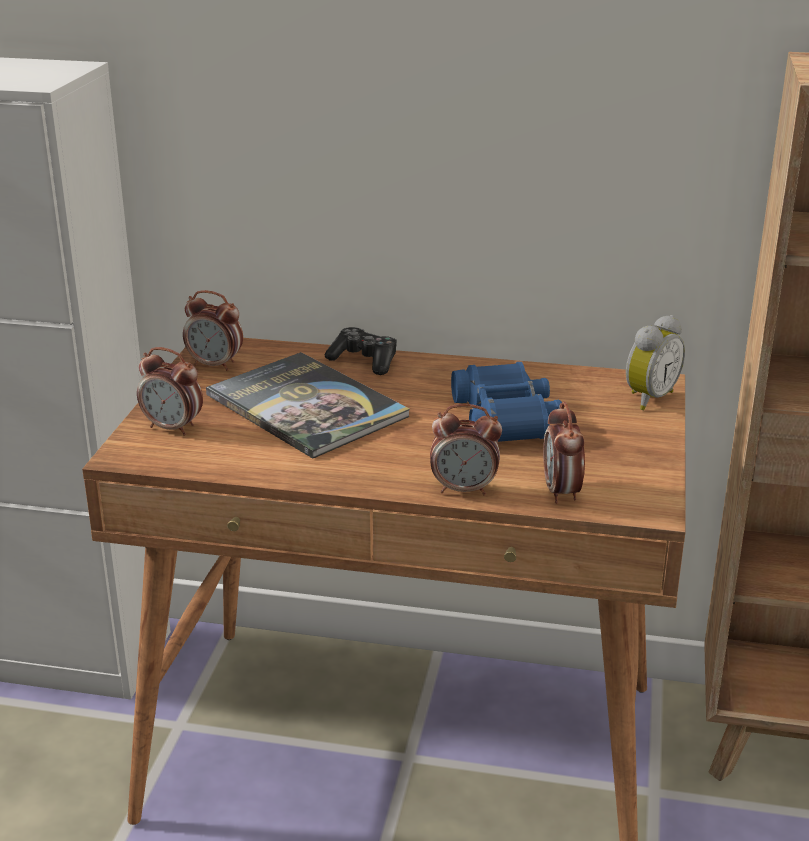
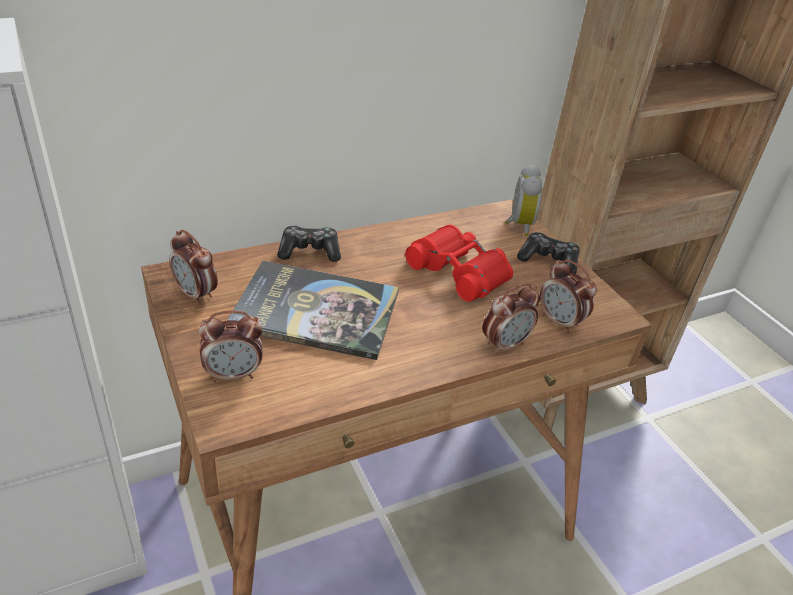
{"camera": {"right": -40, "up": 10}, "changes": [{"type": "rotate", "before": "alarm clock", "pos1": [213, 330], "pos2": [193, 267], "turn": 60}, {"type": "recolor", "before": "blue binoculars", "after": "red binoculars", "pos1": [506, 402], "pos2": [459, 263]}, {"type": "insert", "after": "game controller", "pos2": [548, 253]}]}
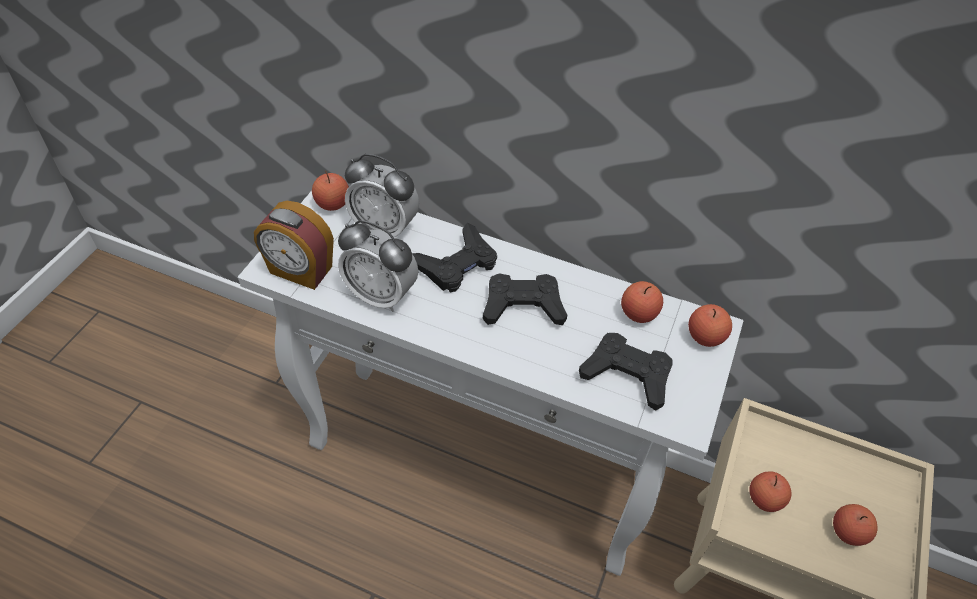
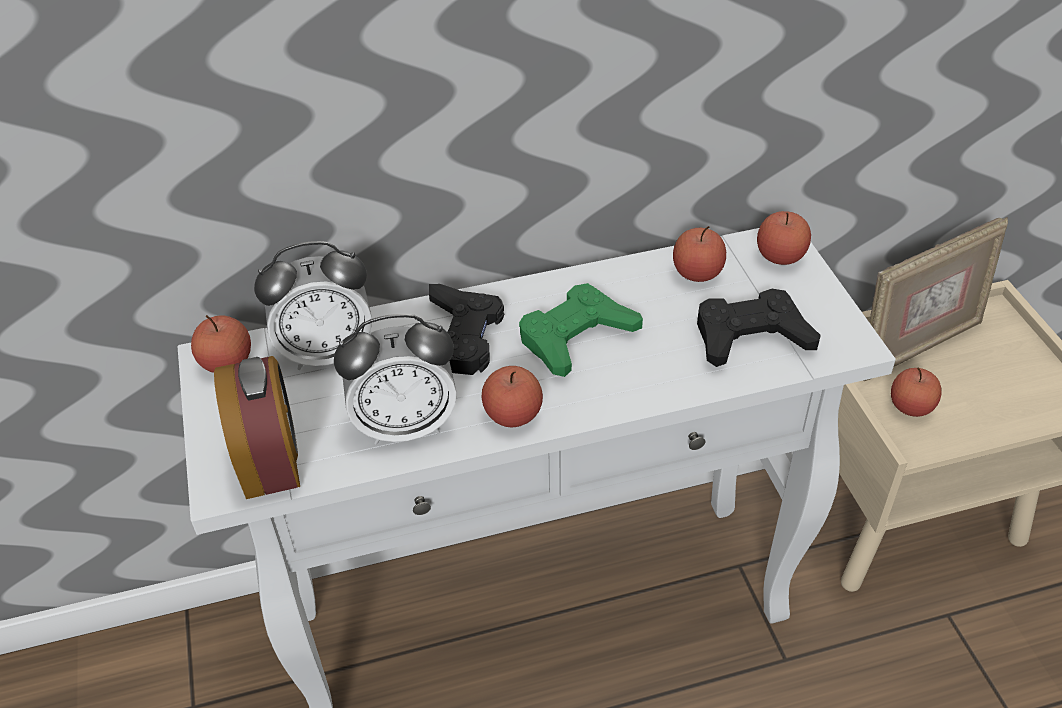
{"camera": {"right": -35, "up": -5}, "changes": [{"type": "rotate", "before": "alarm clock", "pos1": [294, 245], "pos2": [257, 427], "turn": -90}, {"type": "move", "before": "apple", "pos1": [855, 525], "pos2": [512, 396]}, {"type": "recolor", "before": "black game controller", "after": "green game controller", "pos1": [525, 299], "pos2": [581, 330]}, {"type": "insert", "after": "picture frame", "pos2": [936, 299]}]}
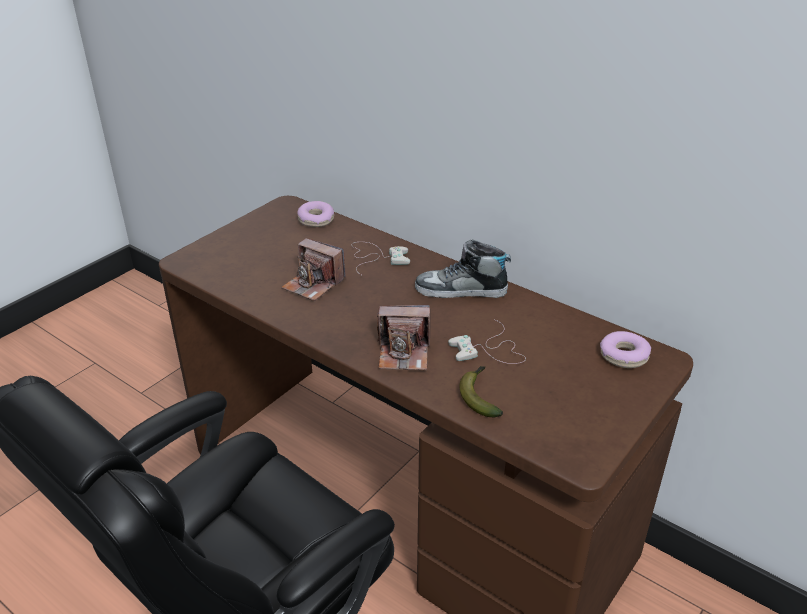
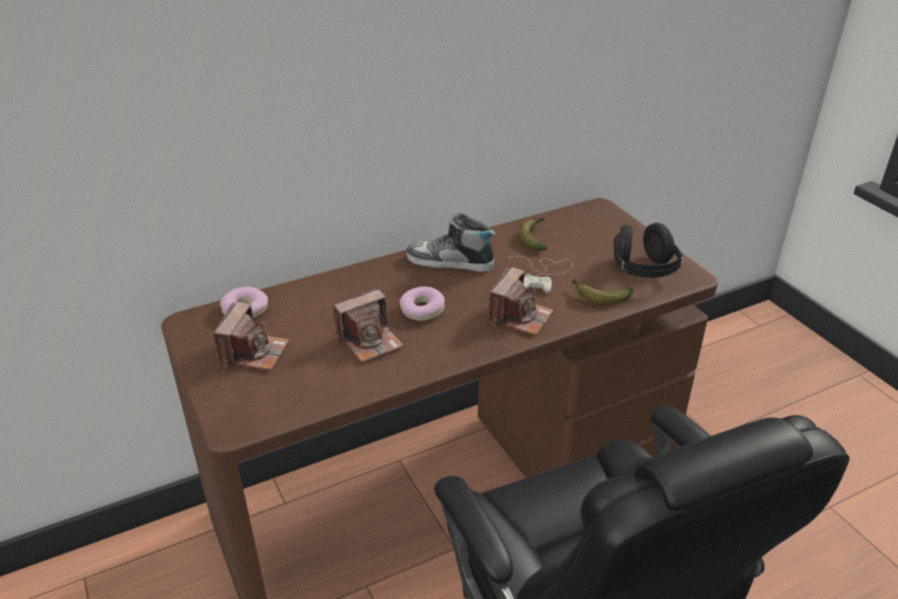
{"camera": {"right": -65, "up": 0}, "changes": [{"type": "insert", "after": "photo camera", "pos2": [251, 336]}, {"type": "move", "before": "donut", "pos1": [625, 349], "pos2": [422, 303]}, {"type": "rotate", "before": "shoe", "pos1": [463, 269], "pos2": [451, 242], "turn": 75}, {"type": "insert", "after": "banana", "pos2": [533, 234]}, {"type": "insert", "after": "black headphones", "pos2": [649, 250]}, {"type": "delete", "before": "white game controller", "pos1": [381, 258]}]}
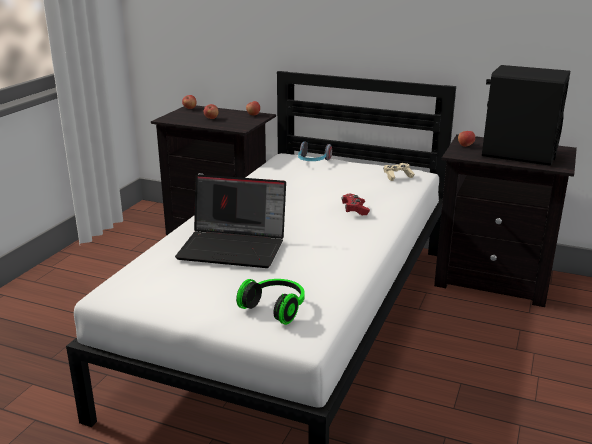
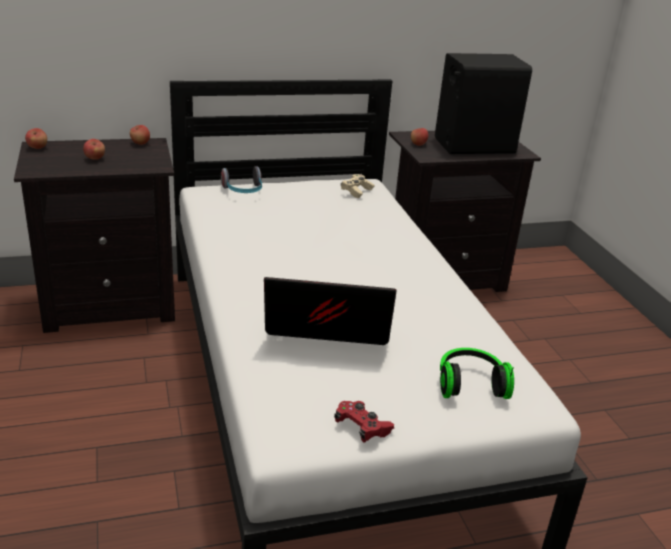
{"camera": {"right": -40, "up": 5}, "changes": [{"type": "rotate", "before": "laptop", "pos1": [230, 221], "pos2": [330, 311], "turn": -150}, {"type": "move", "before": "red game controller", "pos1": [355, 204], "pos2": [364, 422]}]}
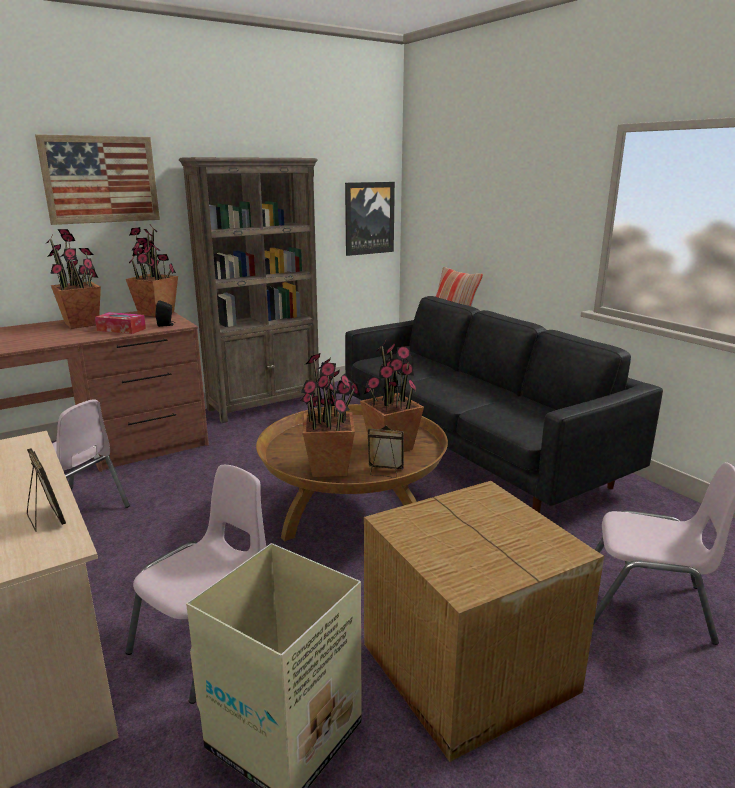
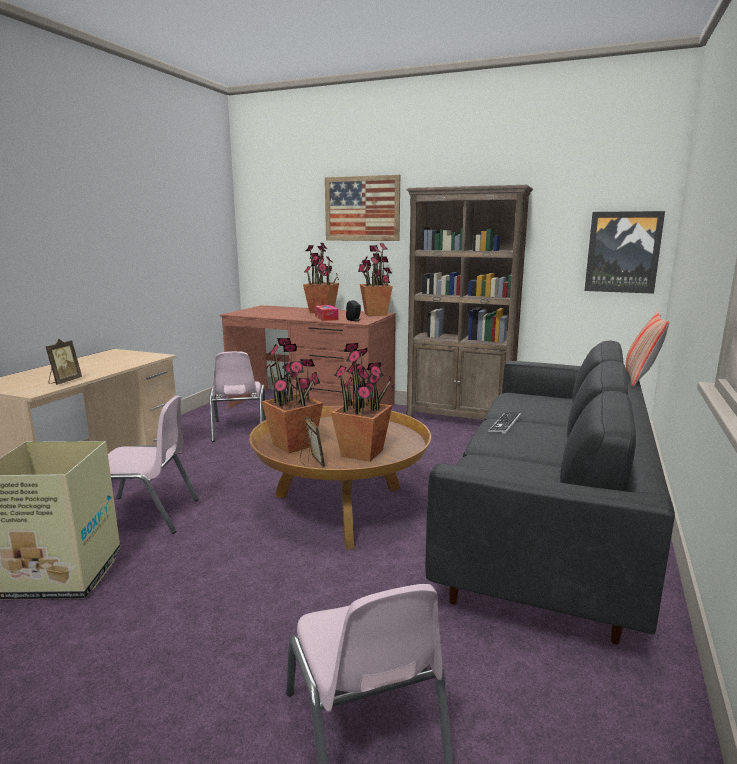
{"camera": {"right": 55, "up": -5}, "changes": [{"type": "insert", "after": "keyboard", "pos2": [504, 423]}, {"type": "delete", "before": "cardboard box", "pos1": [484, 621]}]}
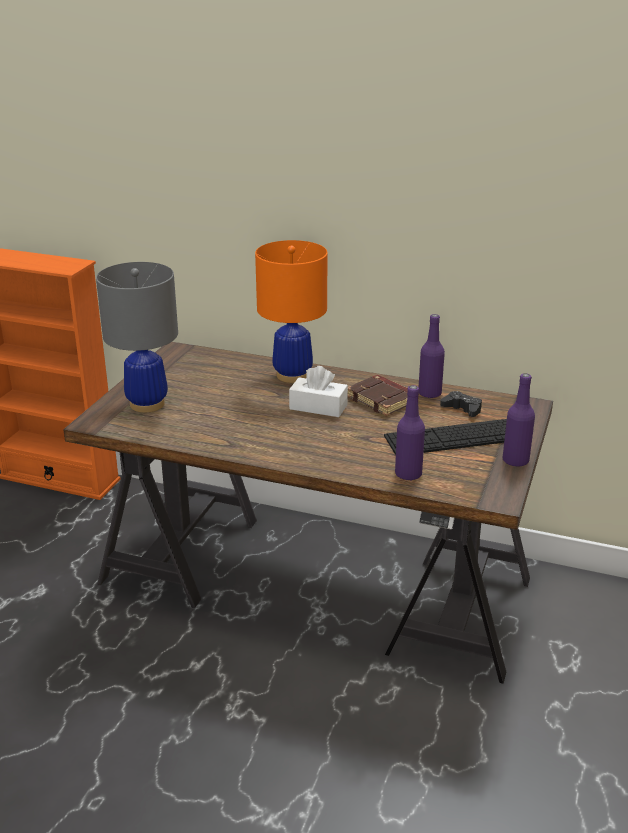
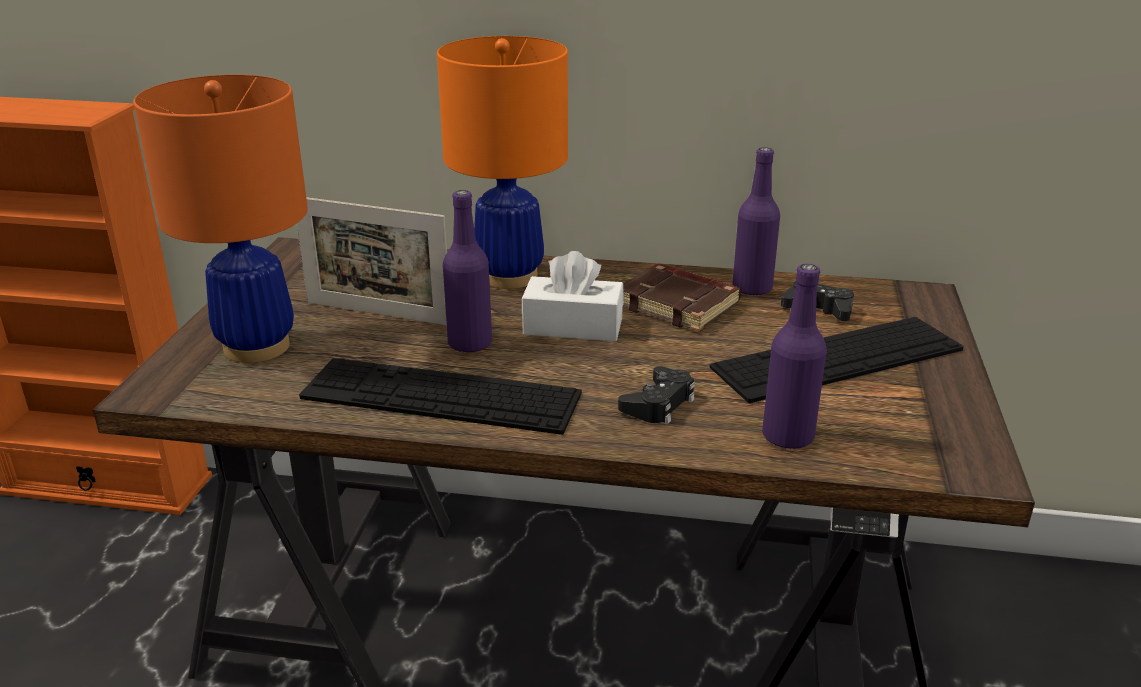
{"camera": {"right": -10, "up": 0}, "changes": [{"type": "recolor", "before": "grey table lamp", "after": "orange table lamp", "pos1": [137, 337], "pos2": [220, 219]}, {"type": "insert", "after": "picture frame", "pos2": [372, 261]}, {"type": "insert", "after": "keyboard", "pos2": [440, 396]}, {"type": "move", "before": "purple bottle", "pos1": [518, 420], "pos2": [467, 271]}, {"type": "insert", "after": "black game controller", "pos2": [656, 395]}]}
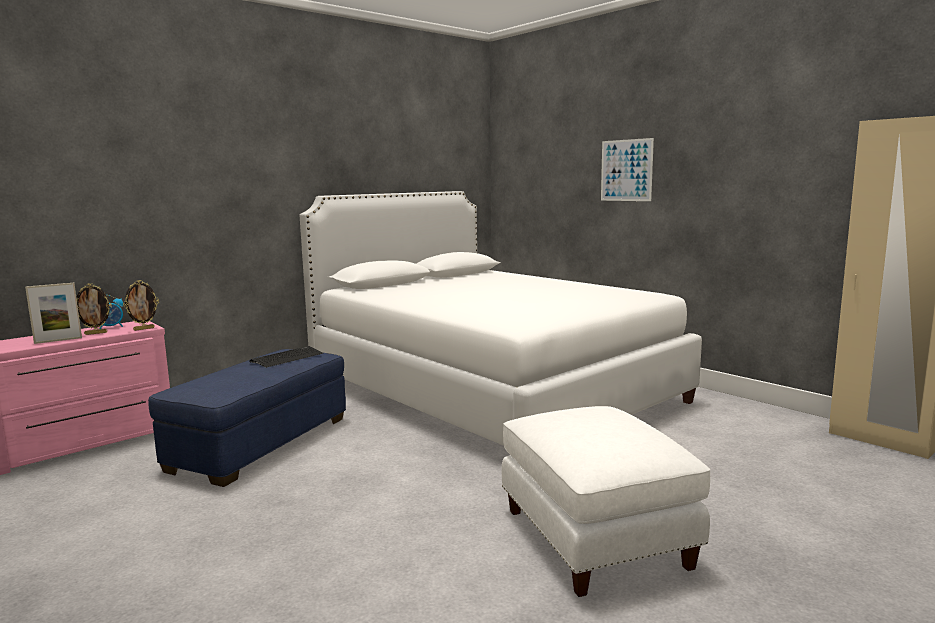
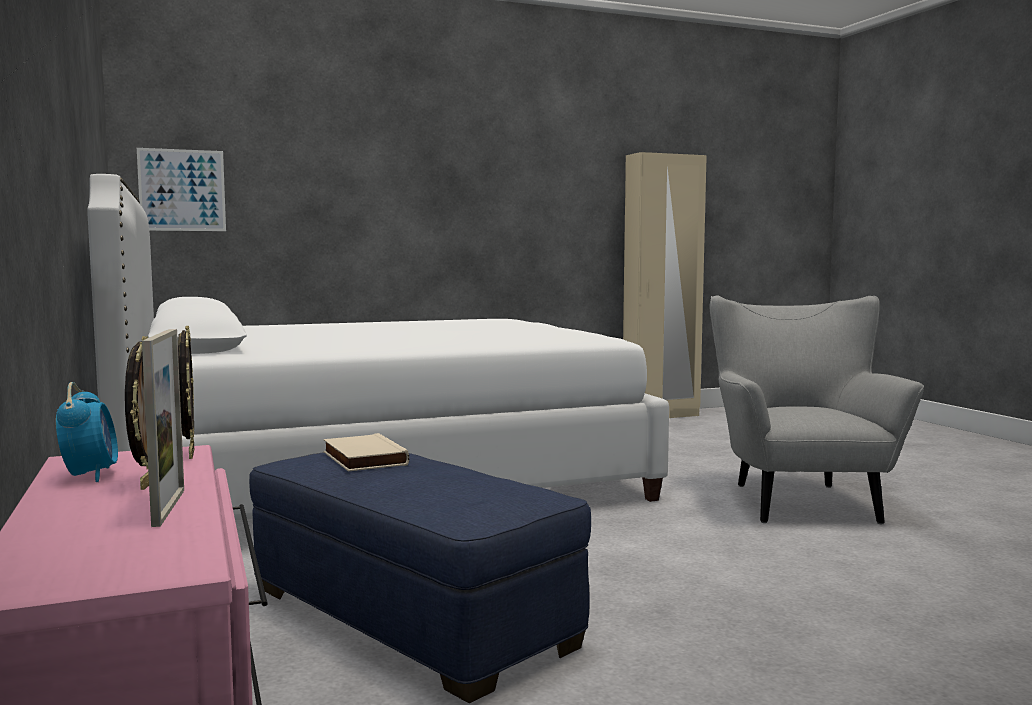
{"camera": {"right": -70, "up": -5}, "changes": [{"type": "move", "before": "picture", "pos1": [627, 169], "pos2": [181, 189]}, {"type": "replace", "before": "keyboard", "after": "beige book", "pos1": [286, 357], "pos2": [366, 452]}, {"type": "replace", "before": "white ottoman", "after": "grey armchair", "pos1": [606, 501], "pos2": [816, 409]}]}
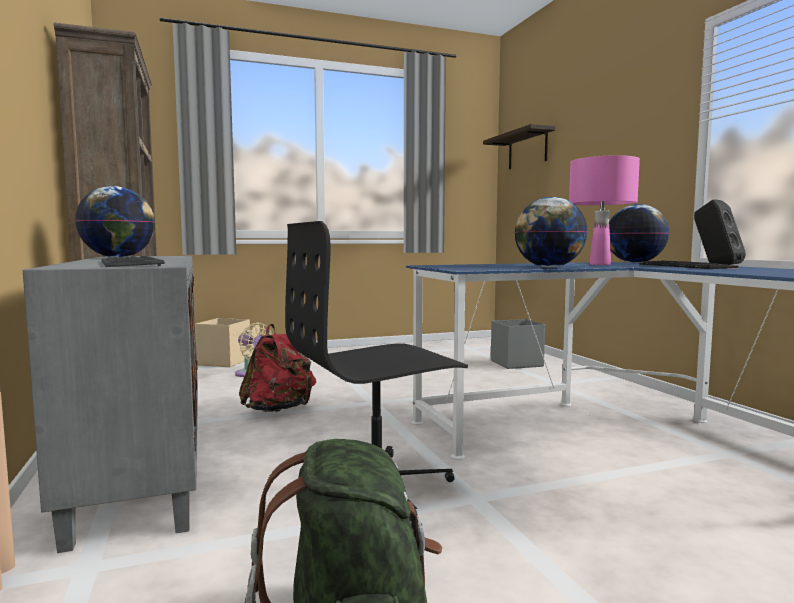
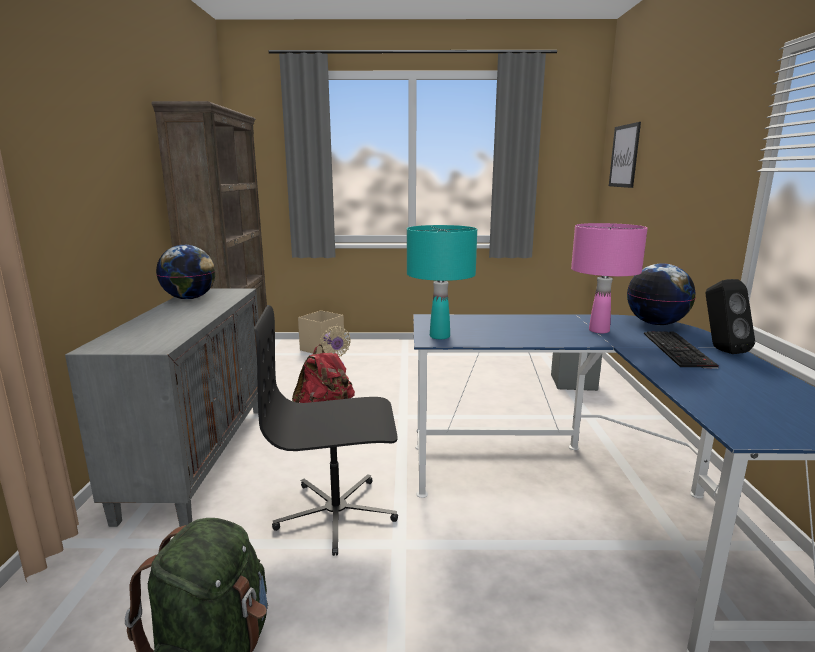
{"camera": {"right": 20, "up": 10}, "changes": [{"type": "insert", "after": "turquoise table lamp", "pos2": [442, 282]}, {"type": "replace", "before": "shelf", "after": "picture", "pos1": [519, 146], "pos2": [625, 155]}, {"type": "delete", "before": "keyboard", "pos1": [133, 261]}, {"type": "delete", "before": "globe", "pos1": [550, 232]}]}
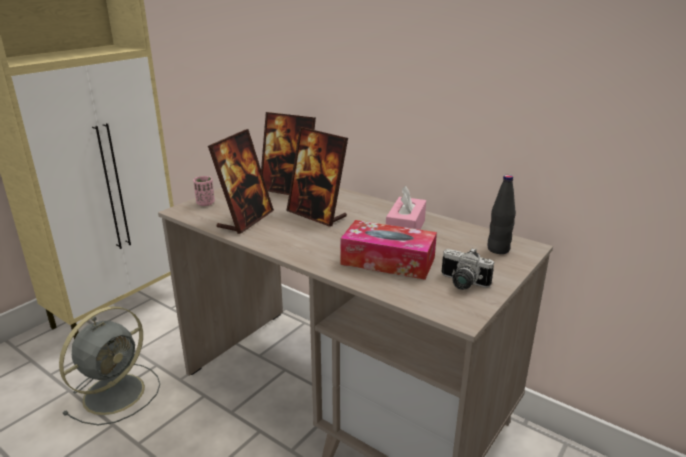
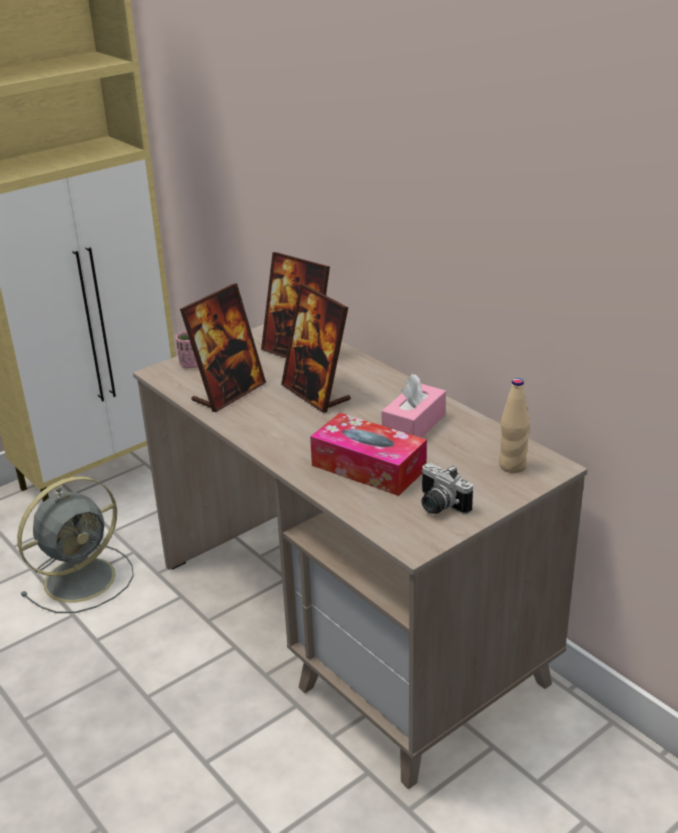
{"camera": {"right": 15, "up": 5}, "changes": [{"type": "recolor", "before": "black bottle", "after": "beige bottle", "pos1": [502, 214], "pos2": [514, 425]}]}
